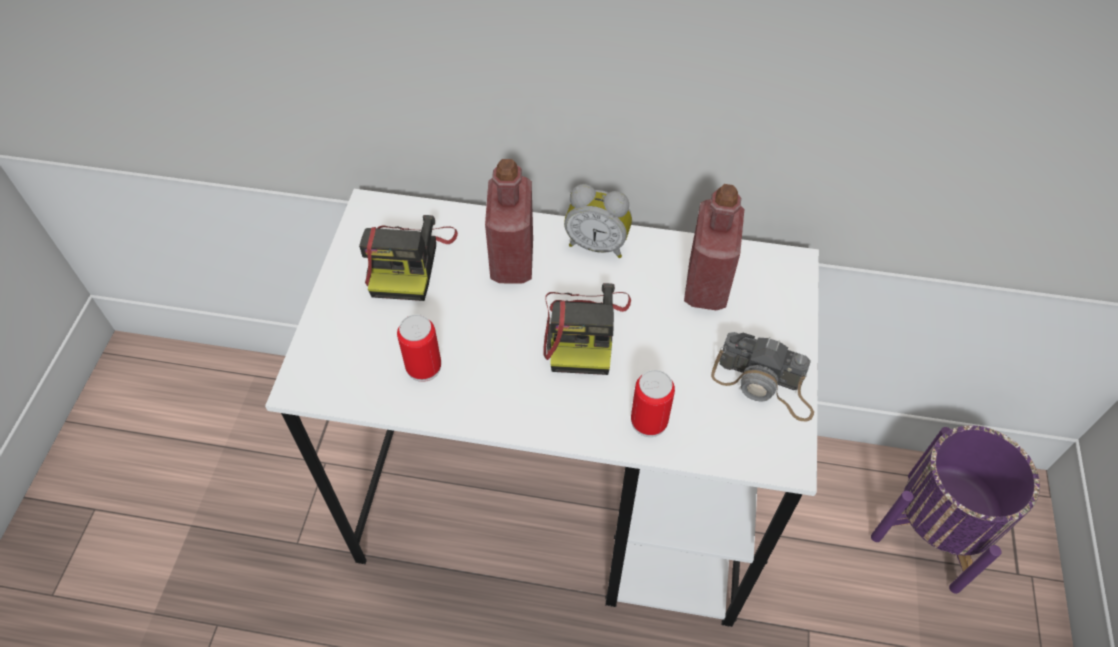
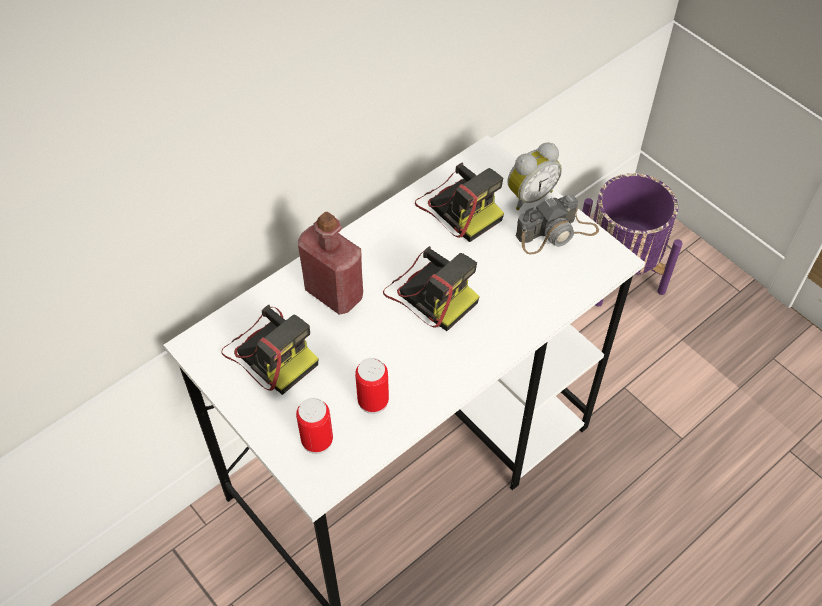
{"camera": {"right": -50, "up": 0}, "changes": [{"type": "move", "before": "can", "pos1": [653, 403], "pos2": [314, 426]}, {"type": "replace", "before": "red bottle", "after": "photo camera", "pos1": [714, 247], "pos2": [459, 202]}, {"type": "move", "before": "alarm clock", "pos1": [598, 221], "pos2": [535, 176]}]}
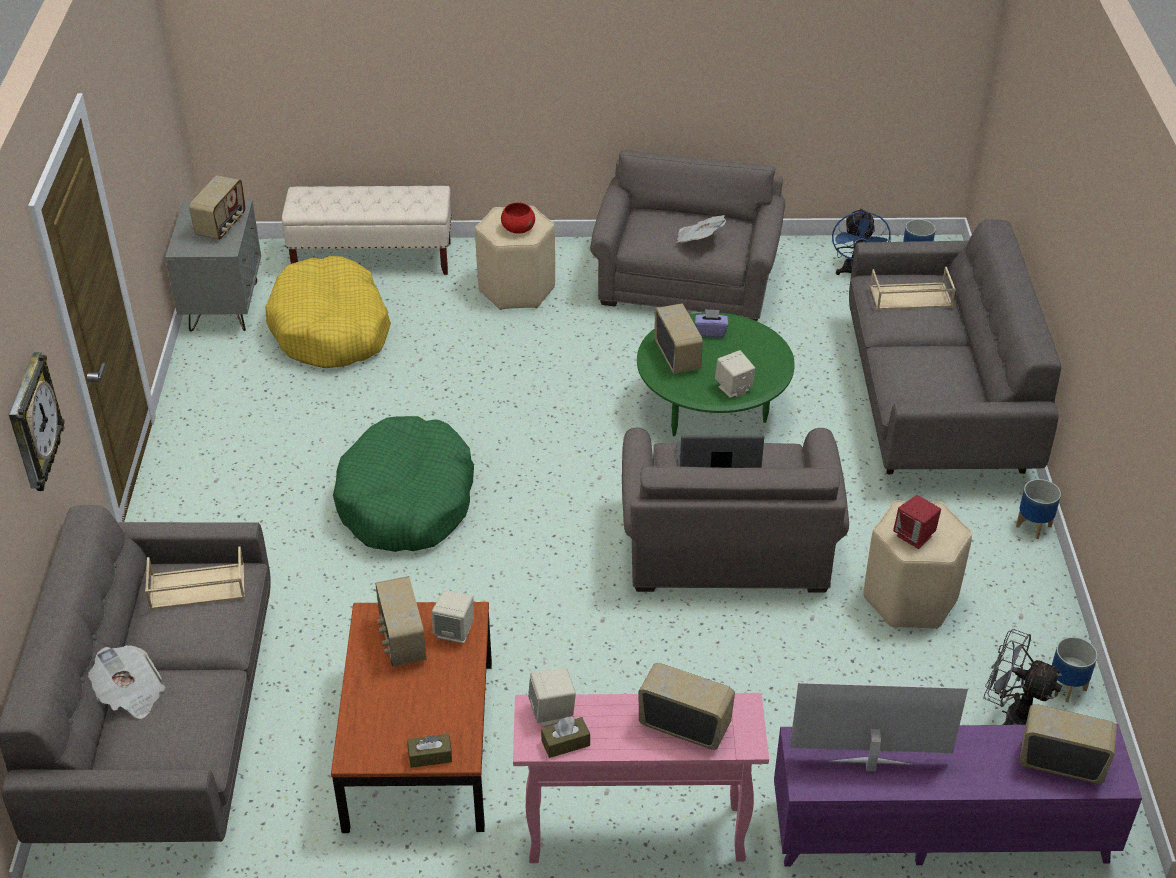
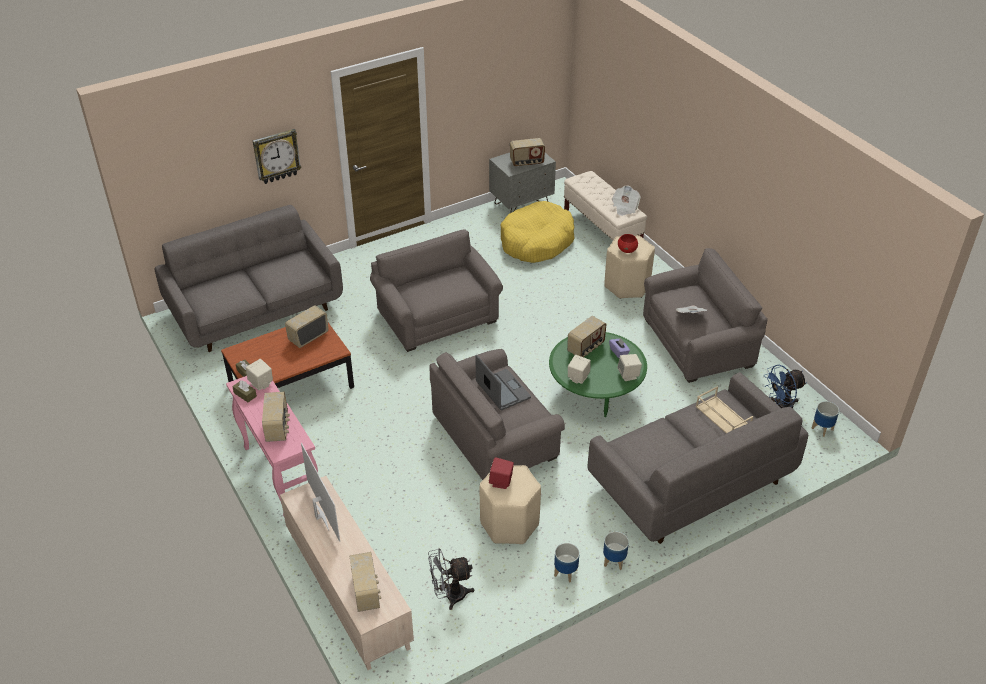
{"camera": {"right": 60, "up": 0}, "changes": [{"type": "recolor", "before": "purple tv stand", "after": "beige tv stand", "pos1": [958, 795], "pos2": [347, 573]}, {"type": "replace", "before": "green dog bed", "after": "grey armchair", "pos1": [403, 484], "pos2": [436, 290]}, {"type": "rotate", "before": "grey fan", "pos1": [1023, 677], "pos2": [451, 579], "turn": -105}, {"type": "move", "before": "planter", "pos1": [1074, 669], "pos2": [567, 563]}, {"type": "move", "before": "newspaper", "pos1": [126, 682], "pos2": [626, 200]}, {"type": "move", "before": "beige speaker", "pos1": [453, 617], "pos2": [629, 367]}, {"type": "delete", "before": "beige tray", "pos1": [195, 578]}]}
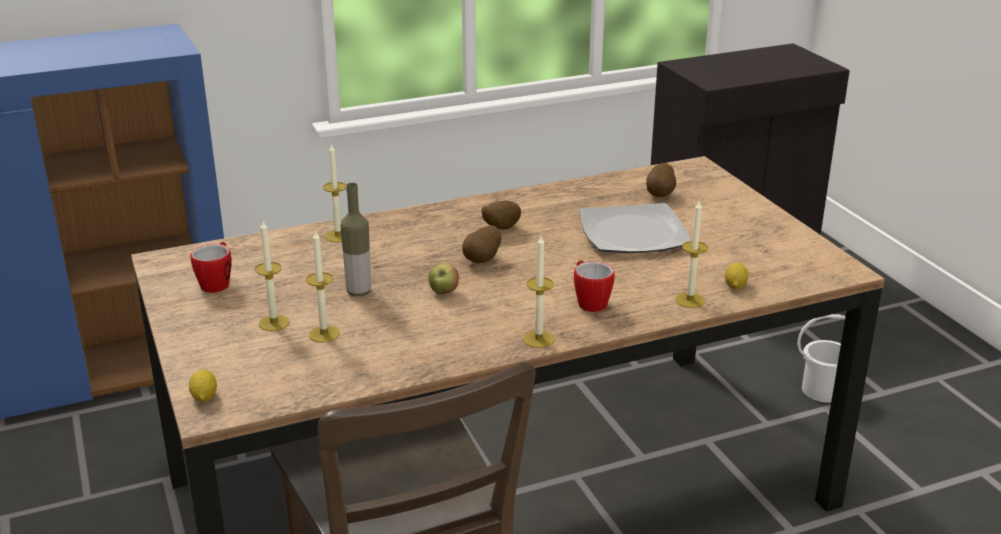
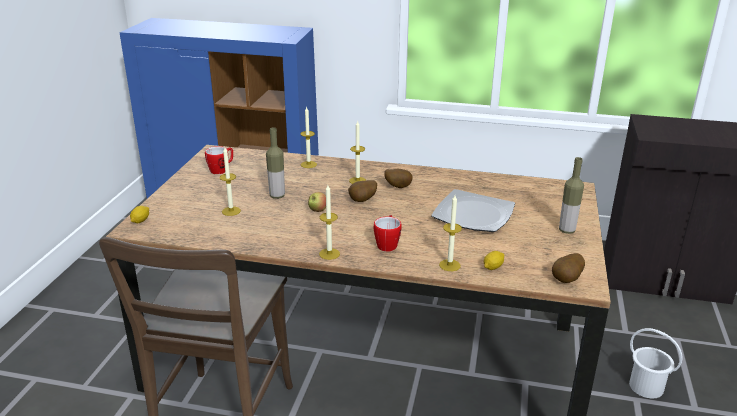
{"camera": {"right": 35, "up": 0}, "changes": [{"type": "move", "before": "candle", "pos1": [272, 276], "pos2": [357, 152]}, {"type": "move", "before": "potato", "pos1": [661, 180], "pos2": [568, 268]}, {"type": "insert", "after": "bottle", "pos2": [571, 195]}]}
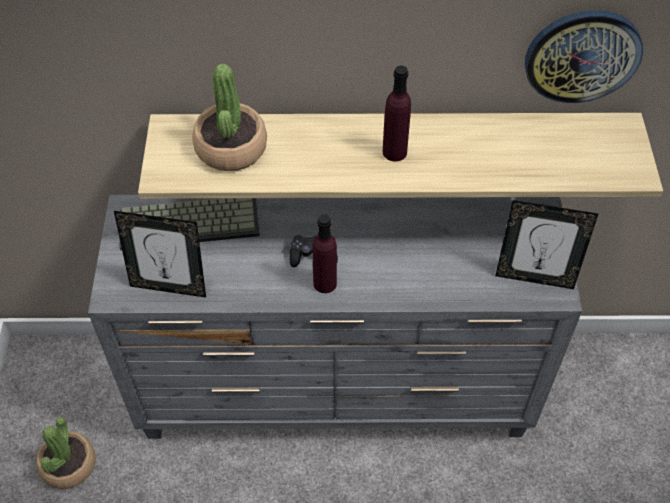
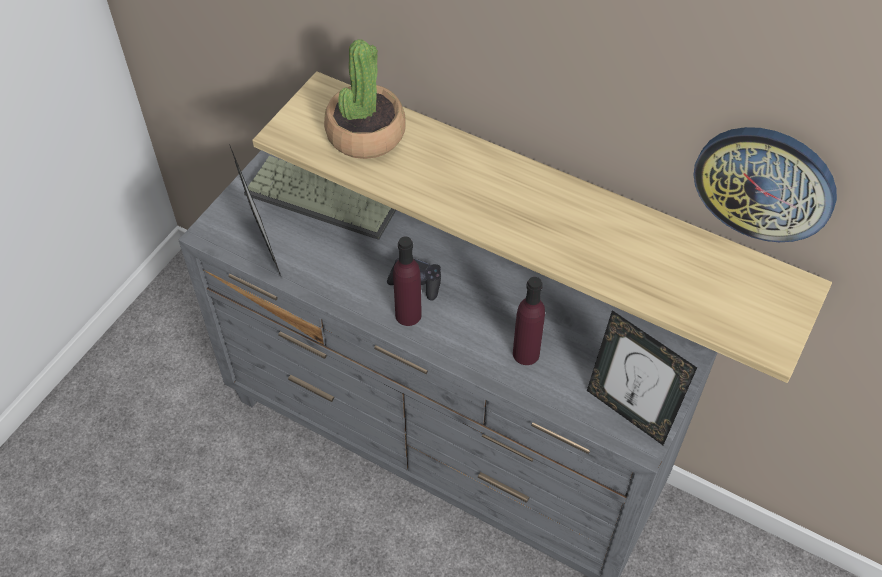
{"camera": {"right": 30, "up": 0}, "changes": [{"type": "rotate", "before": "picture frame", "pos1": [160, 254], "pos2": [255, 210], "turn": -150}, {"type": "move", "before": "purple bottle", "pos1": [397, 113], "pos2": [529, 321]}, {"type": "delete", "before": "potted plant", "pos1": [66, 453]}]}
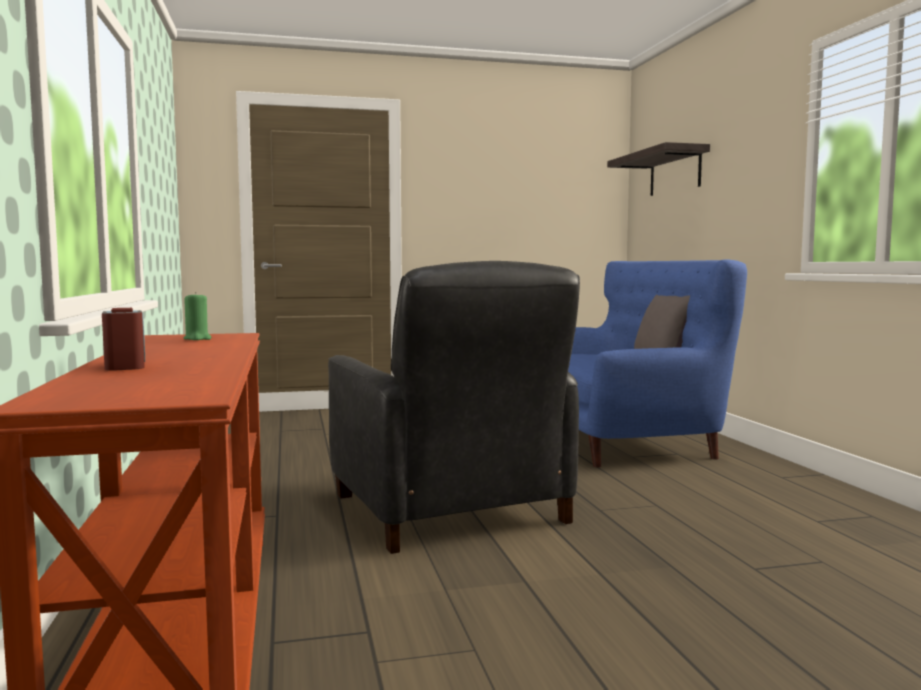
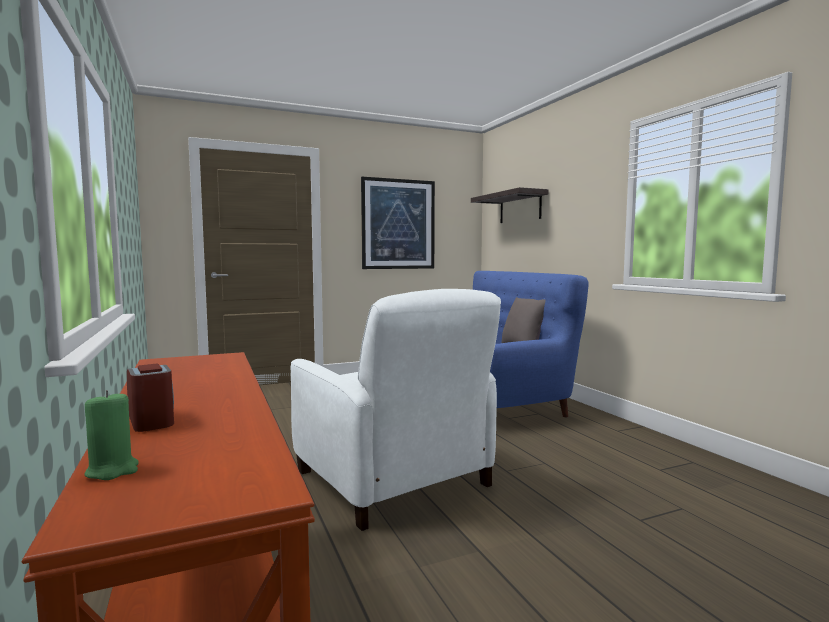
{"camera": {"right": -10, "up": 0}, "changes": [{"type": "move", "before": "green candle", "pos1": [197, 316], "pos2": [111, 435]}, {"type": "recolor", "before": "black armchair", "after": "white armchair", "pos1": [454, 407], "pos2": [396, 410]}, {"type": "insert", "after": "picture", "pos2": [398, 223]}]}
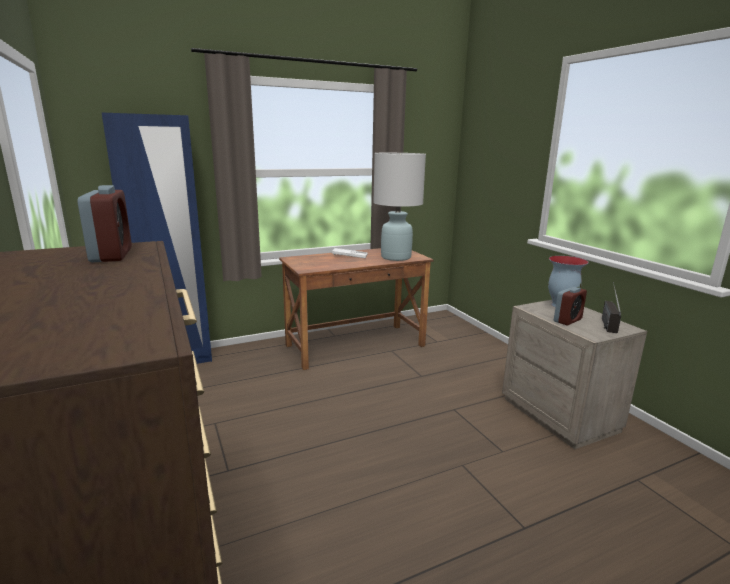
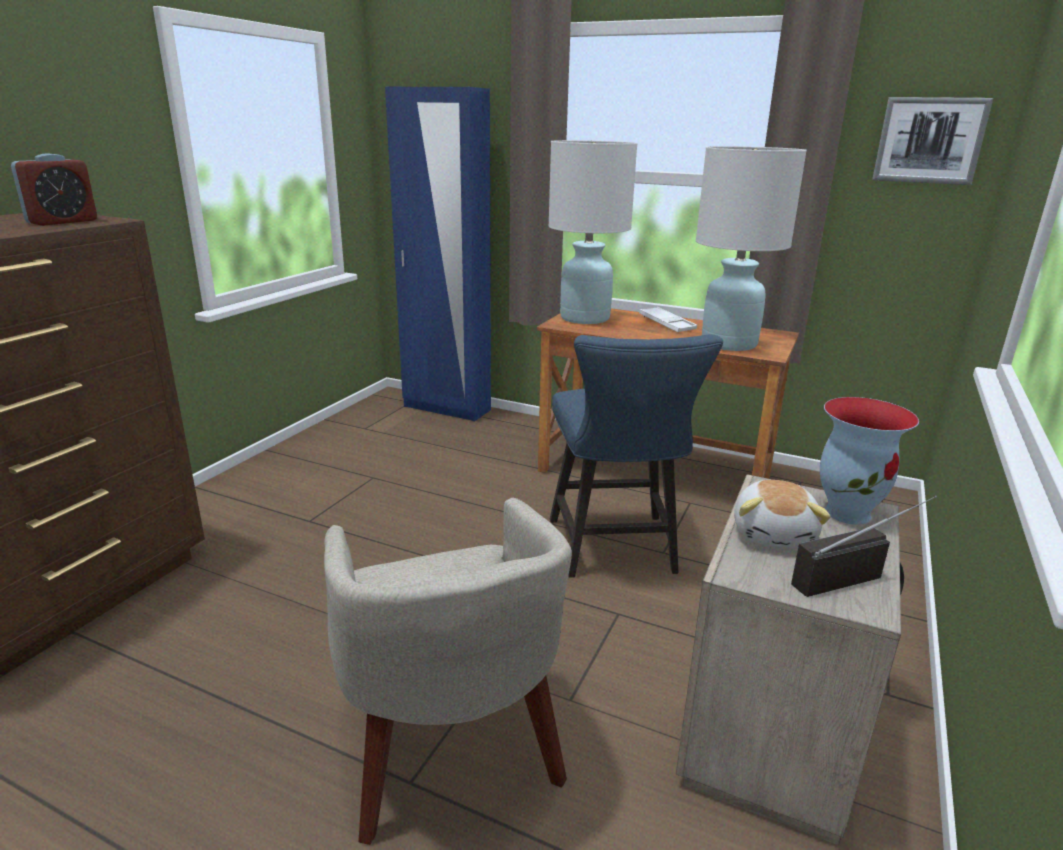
{"camera": {"right": 50, "up": 5}, "changes": [{"type": "insert", "after": "beige armchair", "pos2": [448, 671]}, {"type": "insert", "after": "white table lamp", "pos2": [593, 232]}, {"type": "insert", "after": "blue chair", "pos2": [636, 456]}, {"type": "replace", "before": "alarm clock", "after": "plush toy", "pos1": [570, 306], "pos2": [782, 514]}, {"type": "insert", "after": "picture", "pos2": [932, 141]}]}
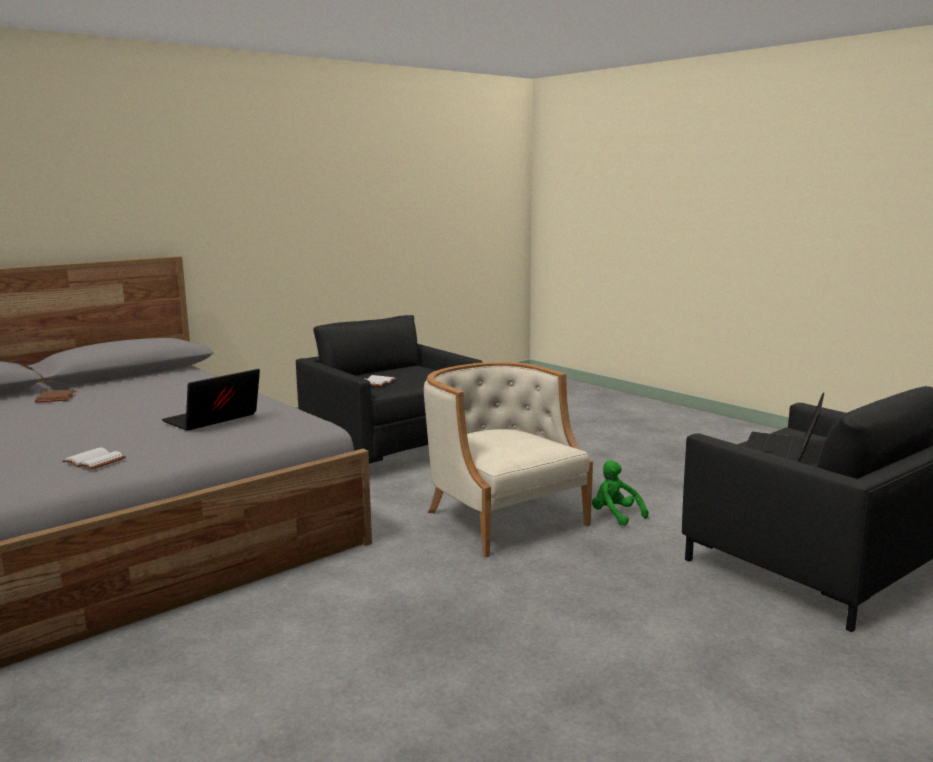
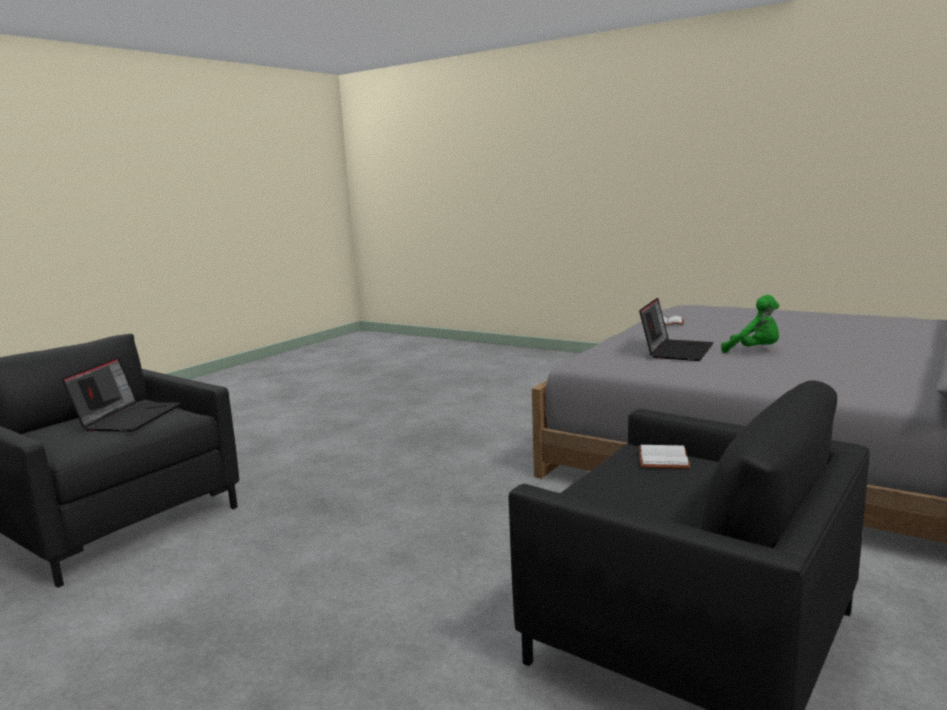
{"camera": {"right": 165, "up": 0}, "changes": [{"type": "move", "before": "green plush toy", "pos1": [620, 493], "pos2": [750, 324]}, {"type": "delete", "before": "brown book", "pos1": [55, 396]}, {"type": "delete", "before": "beige armchair", "pos1": [508, 460]}]}
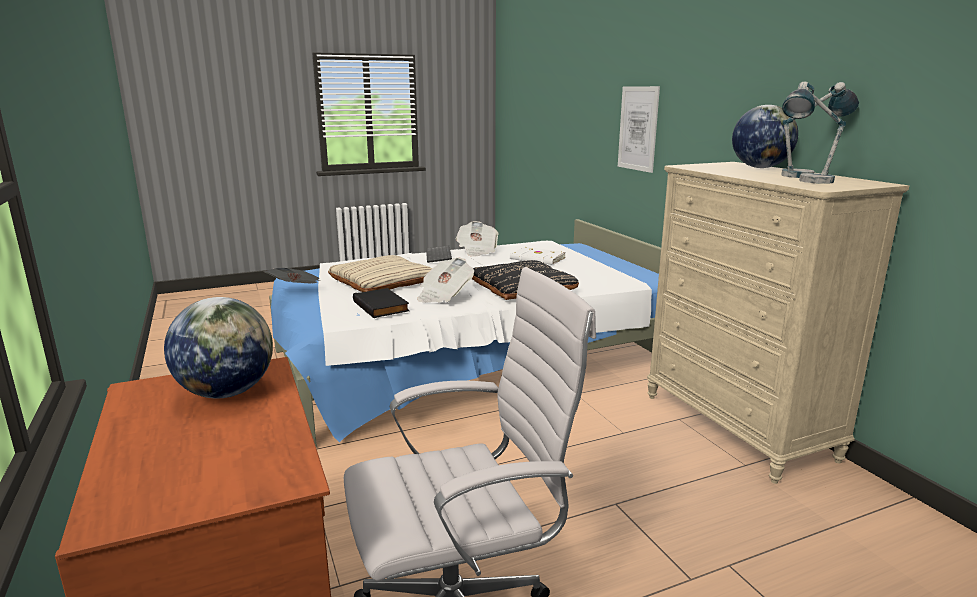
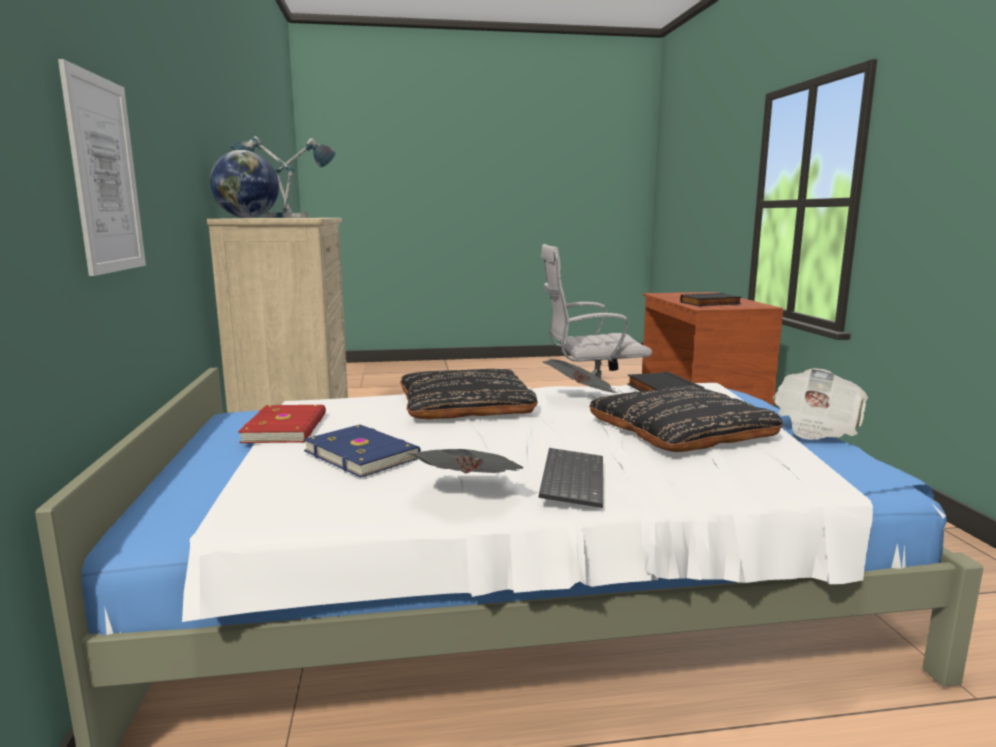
{"camera": {"right": -165, "up": -5}, "changes": [{"type": "insert", "after": "red book", "pos2": [282, 424]}, {"type": "recolor", "before": "white book", "after": "blue book", "pos1": [538, 256], "pos2": [362, 451]}, {"type": "recolor", "before": "beige pillow", "after": "black pillow", "pos1": [380, 273], "pos2": [686, 418]}, {"type": "replace", "before": "globe", "after": "black book", "pos1": [218, 347], "pos2": [711, 299]}]}
